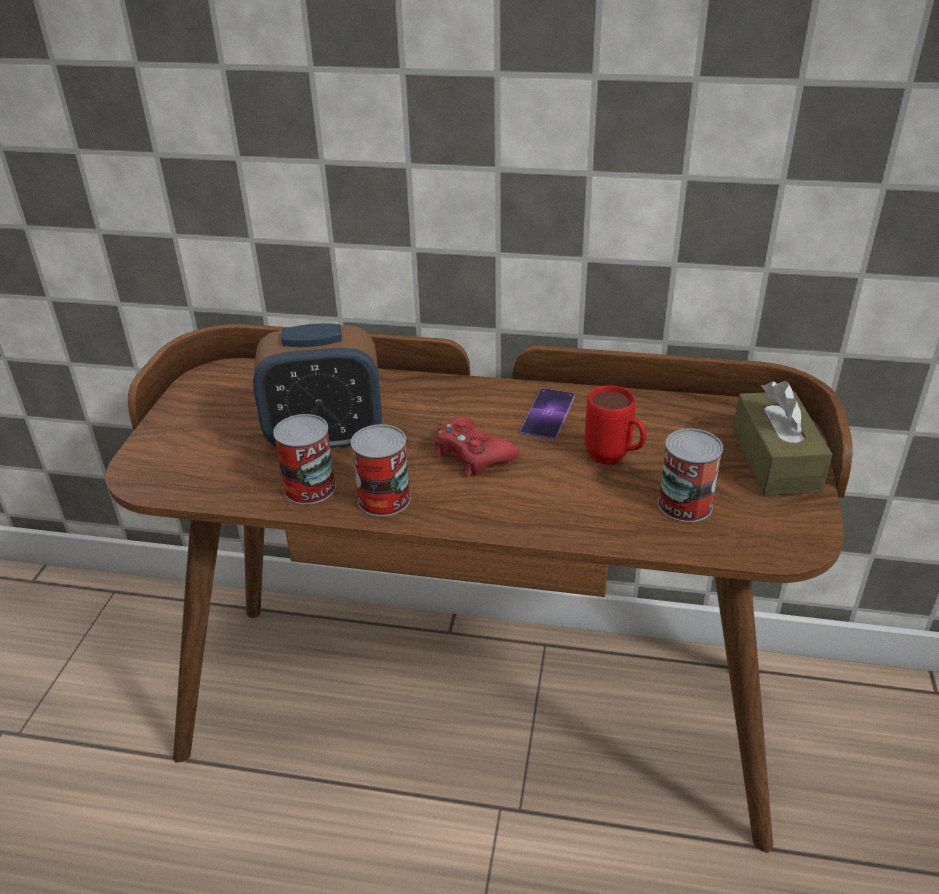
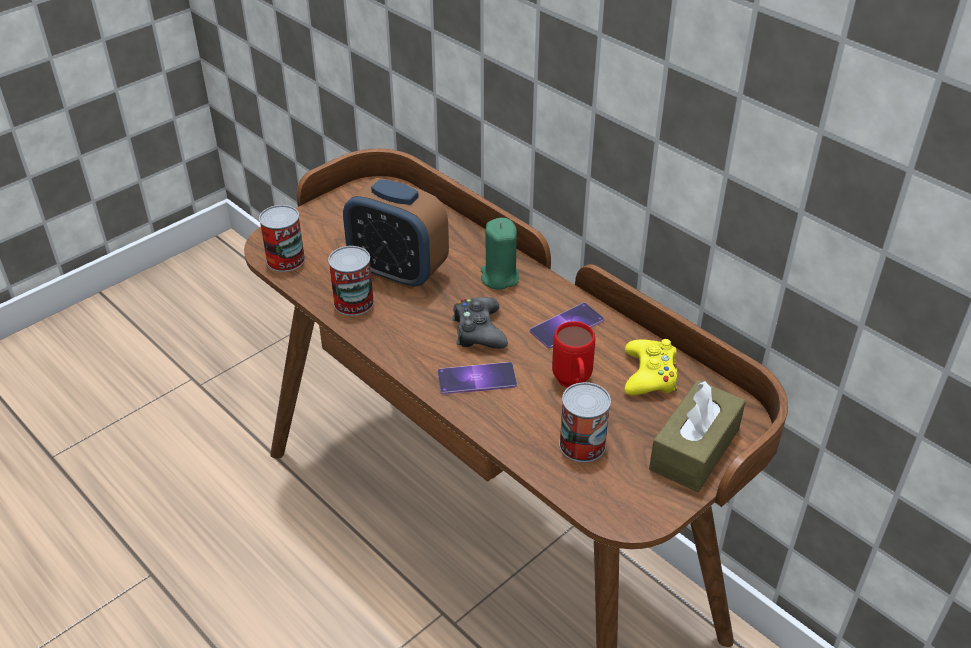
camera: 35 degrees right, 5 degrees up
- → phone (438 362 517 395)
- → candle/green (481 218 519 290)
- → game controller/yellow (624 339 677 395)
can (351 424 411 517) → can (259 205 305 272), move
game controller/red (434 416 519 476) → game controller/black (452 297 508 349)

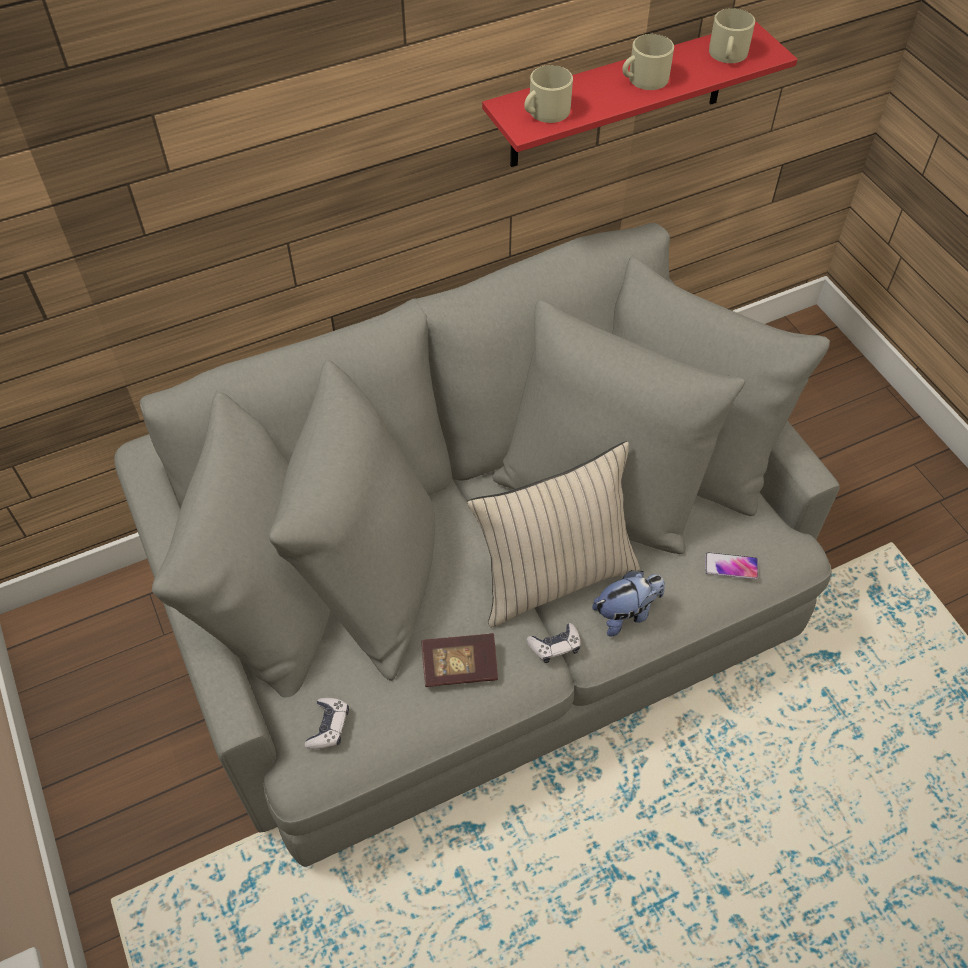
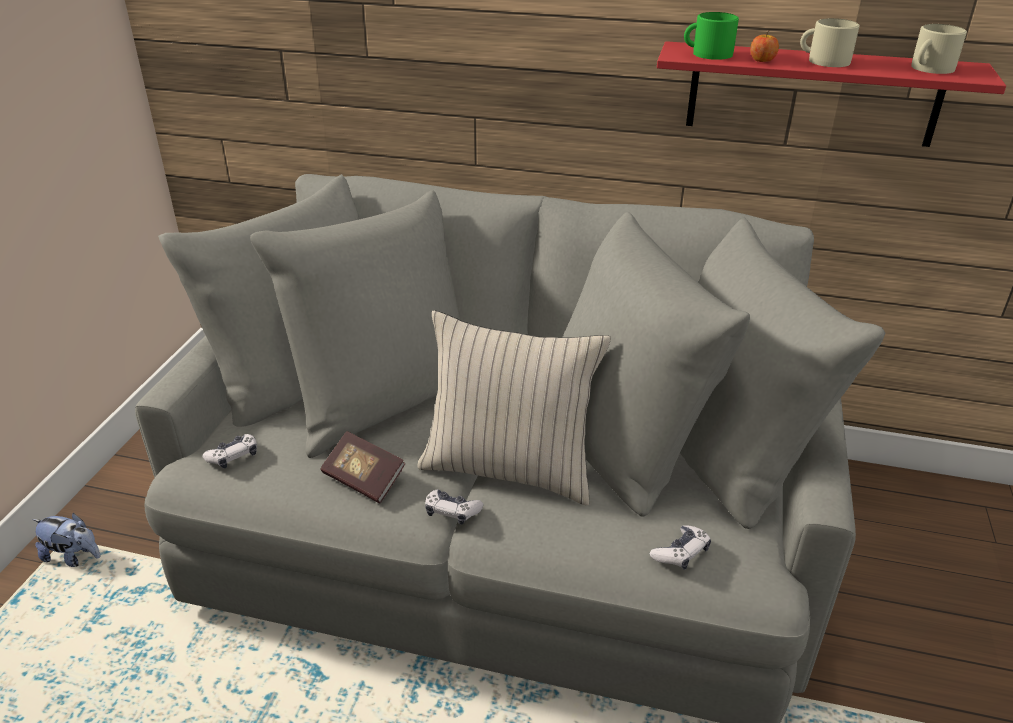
camera: 40 degrees right, 20 degrees down
- → apple (750 30 779 62)
plush toy (592 570 665 636) → plush toy (32 513 101 567), move
phone (705 552 758 579) → game controller (650 525 711 570)
mug/beige (524 65 573 123) → mug/green (684 12 739 60)

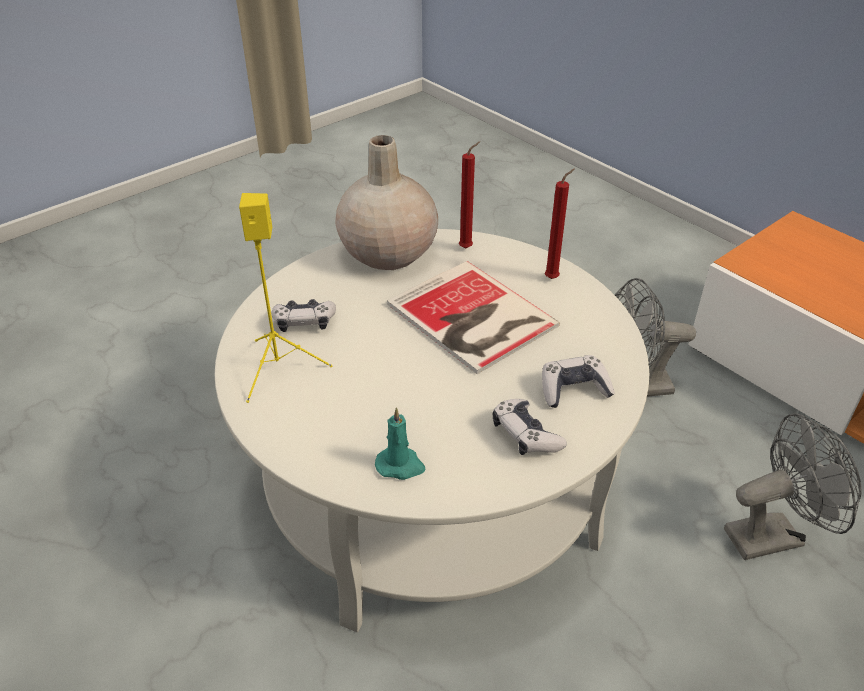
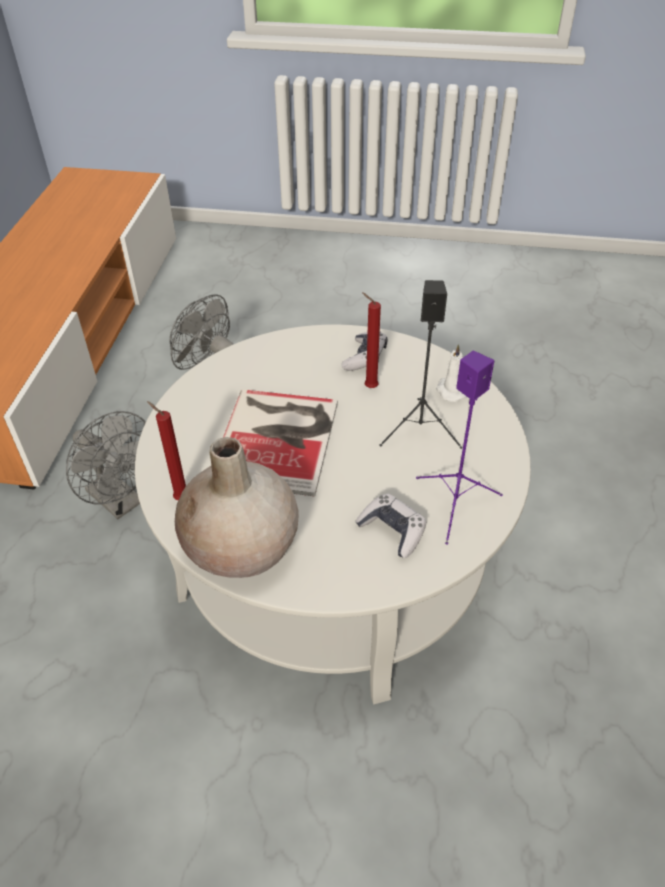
camera: 130 degrees left, 5 degrees up
game controller (542 355 615 408) → -
- → speaker/black (380 280 462 449)
candle/red (545 169 575 279) → candle/red (363 293 381 388), move
speaker/yellow (239 193 332 403) → speaker/purple (416 350 503 545)
candle/turquoise (375 407 426 480) → candle/white (436 344 467 402)

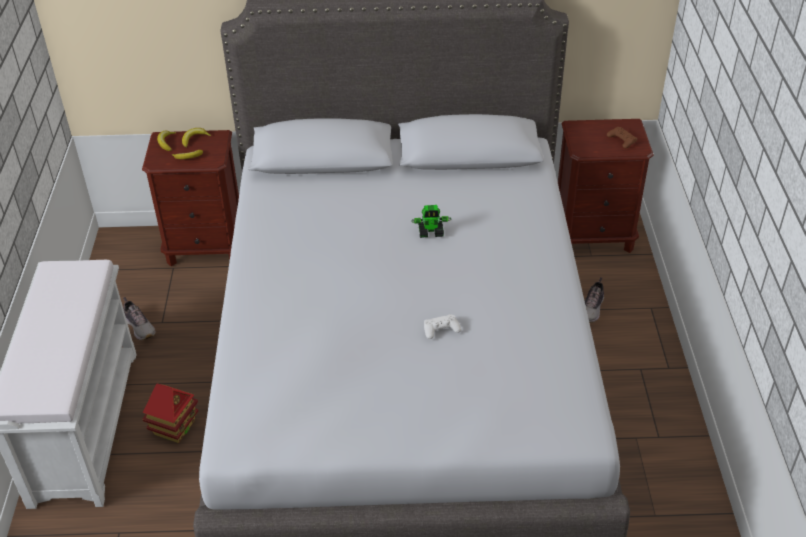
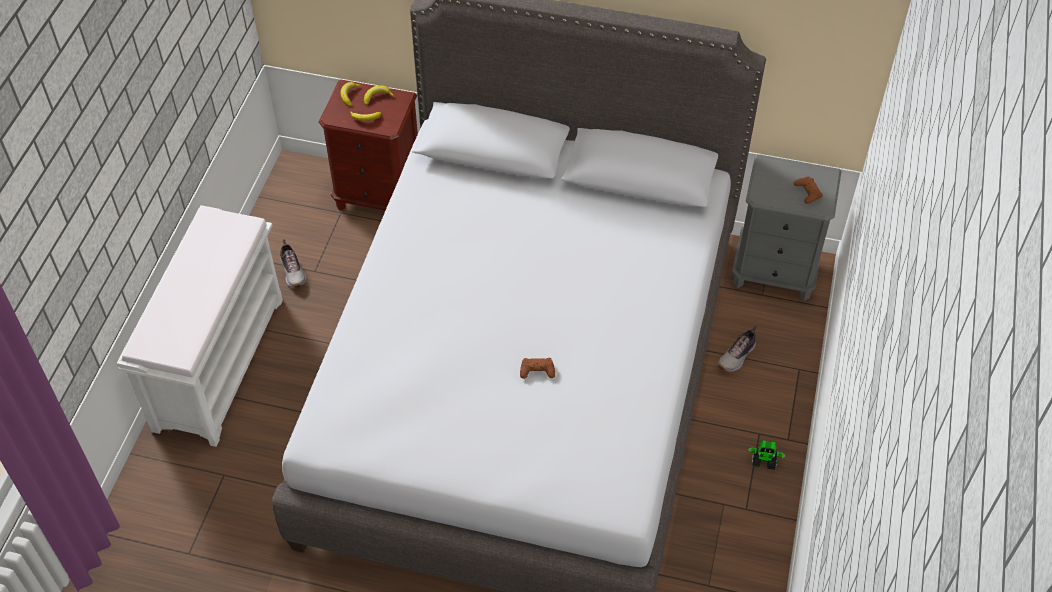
camera: 15 degrees right, 10 degrees up
toy house (142 384 198 443) → -
toy robot (411 205 451 238) → toy robot (747 440 786 470), move
game controller/white (424 314 461 339) → game controller/brown (520 358 555 379)
nightstand/brown (558 119 654 253) → nightstand/grey (732 154 842 301)

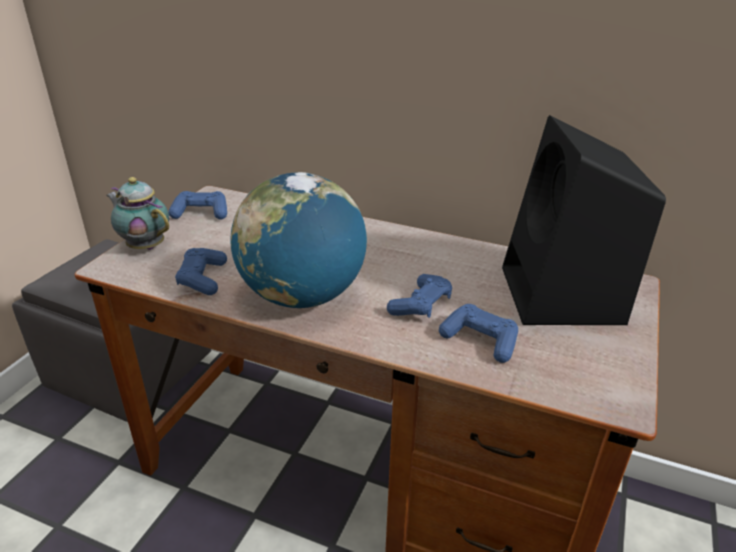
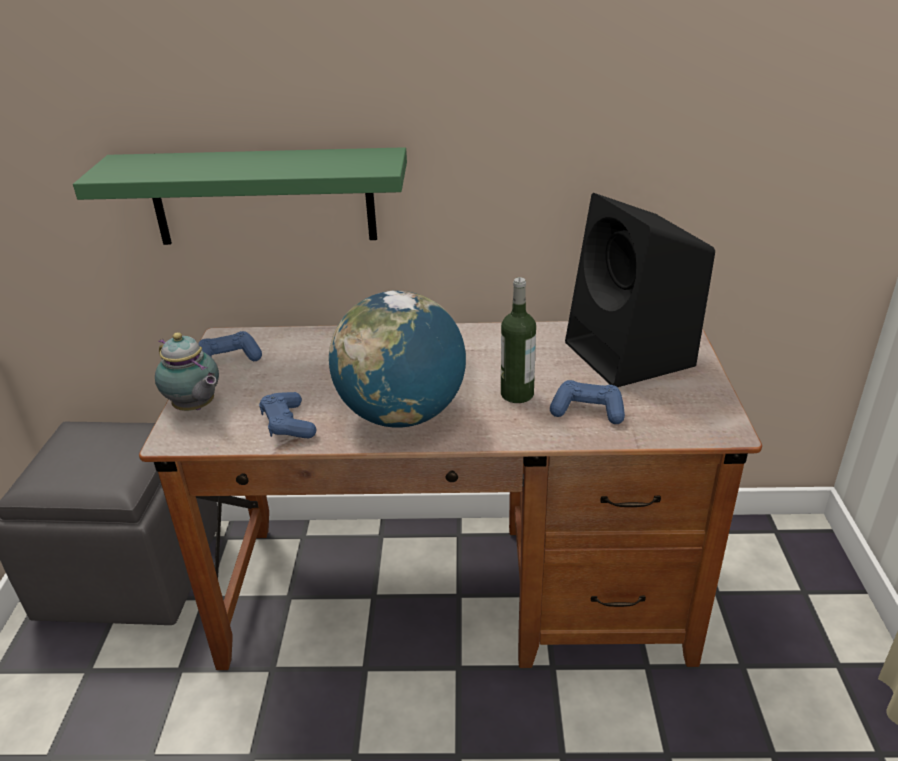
camera: 20 degrees left, 0 degrees up
- → shelf/green (73 147 407 245)
game controller/blue (387 274 452 318) → bottle (501 277 536 403)
teapot (106 177 169 250) → teapot (155 332 219 411), 150 degrees counterclockwise

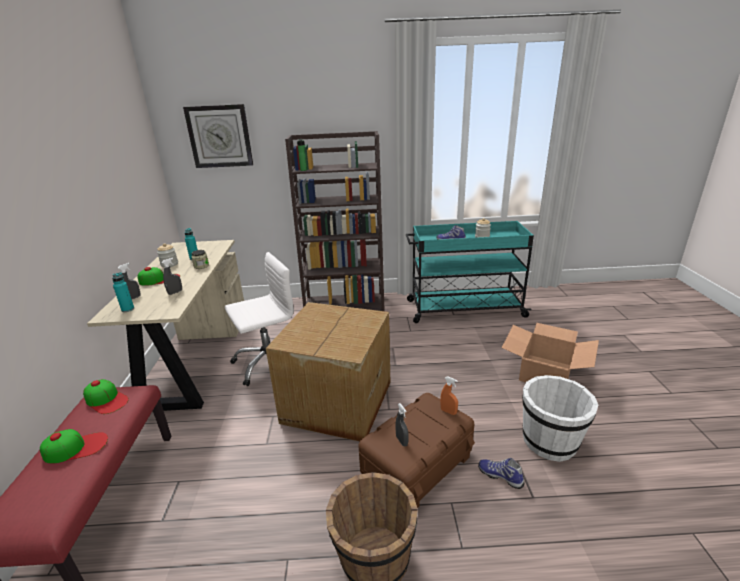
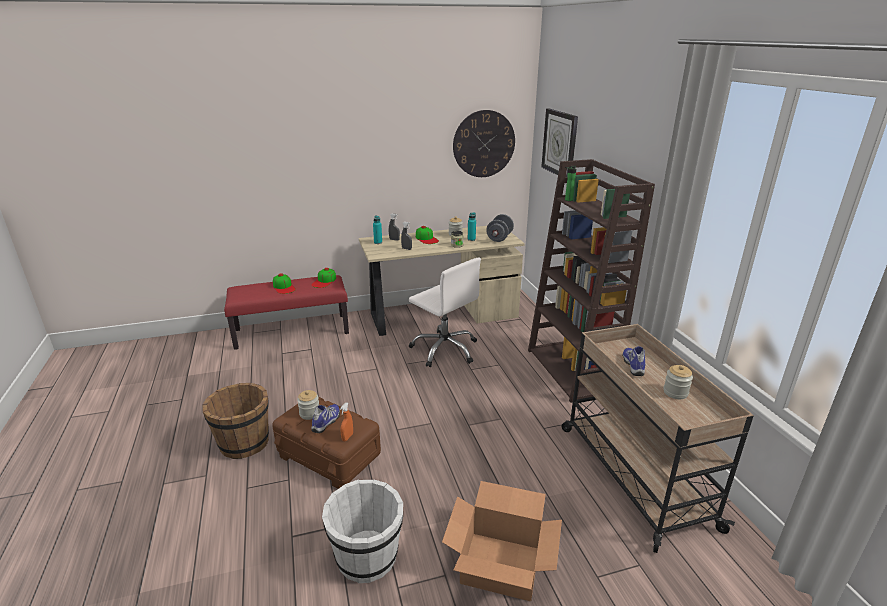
camera: 75 degrees right, 0 degrees up
cardboard box (266 302 390 441) → -
- → wall clock (453 110 515 177)
- → dumbbell/grey (486 214 514 242)
shoe (478 458 525 489) → shoe (311 404 340 433), move
spray bottle/grey (396 403 409 446) → jar (297 390 319 420)
cart/turquoise (406 221 534 323) → cart/beige (561 324 754 553)

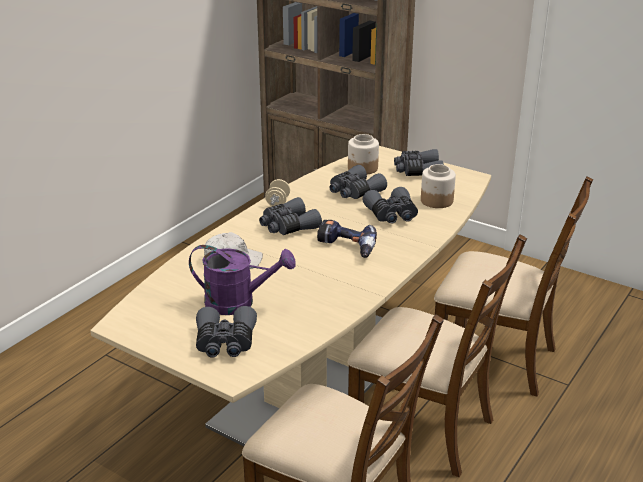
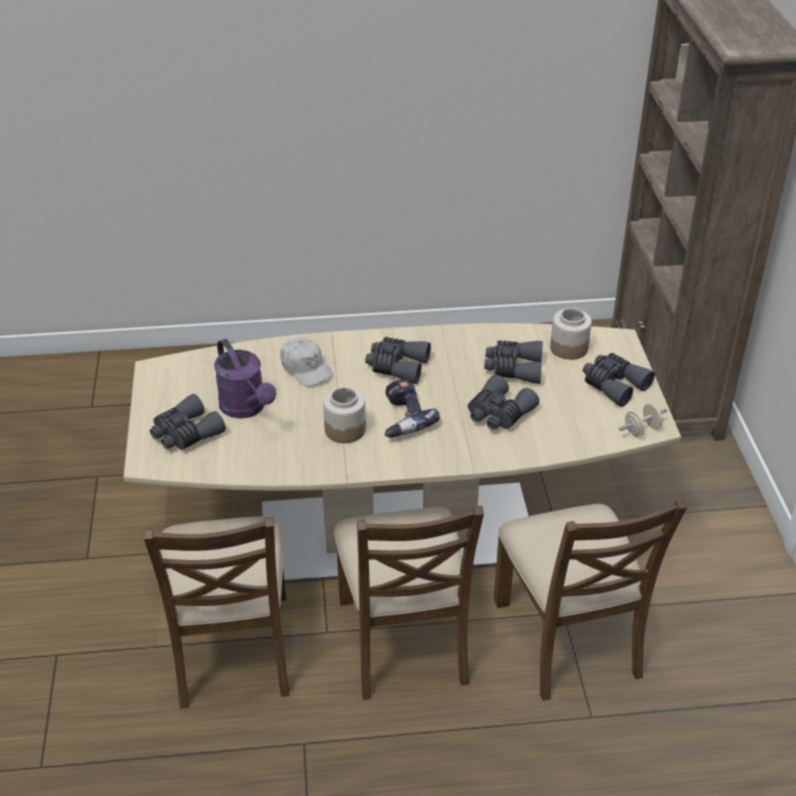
camera: 50 degrees right, 10 degrees up
dumbbell/beige (265 179 290 206) → dumbbell/beige (619 403 667 437), move
jar (421 164 456 208) → jar (323 387 366 443), move

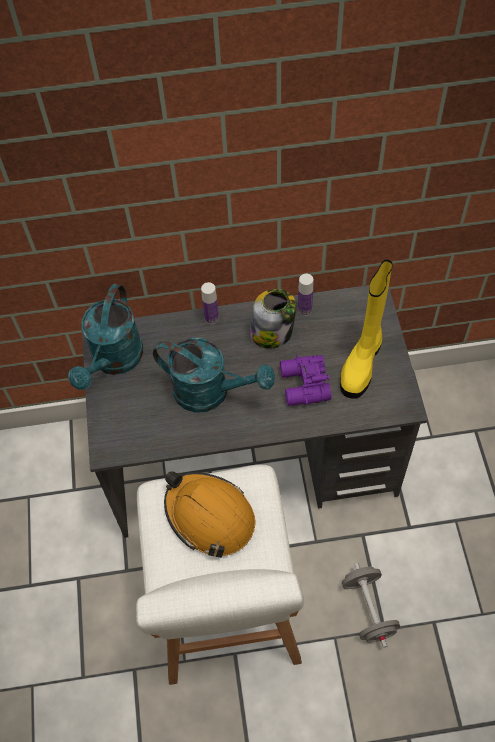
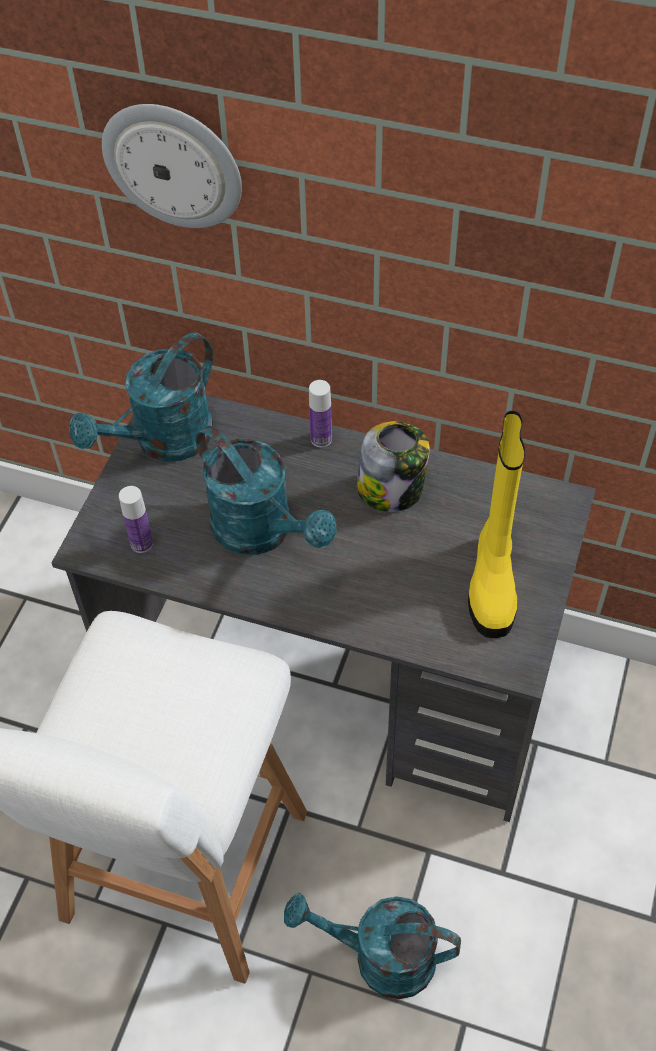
camera: 25 degrees right, 5 degrees down
hard hat/orange (164 471 255 558) → -
binoculars/purple (280 355 332 406) → -
- → wall clock (102 104 242 228)
bottle (298 274 313 316) → bottle (119 486 153 553), move
dumbbell/grey (342 563 400 648) → watering can/turquoise (284 893 461 999)
boot/yellow (340 259 393 399) → boot/yellow (468 411 525 638), 45 degrees counterclockwise

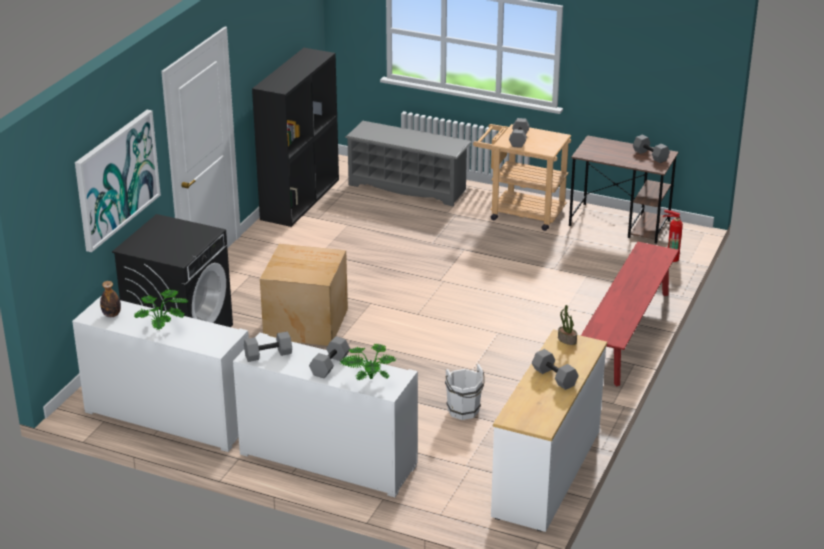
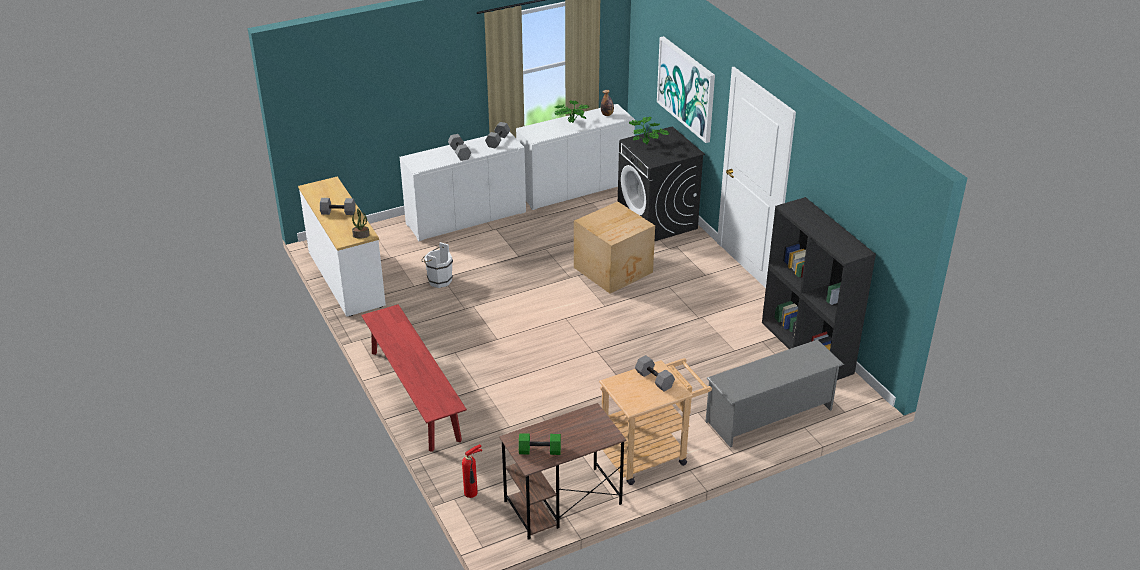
camera: 130 degrees right, 5 degrees up
potted plant (340 343 396 380) → potted plant (629 117 669 145), move
dumbbell/grey (633 135 670 163) → dumbbell/green (519 433 561 455)

